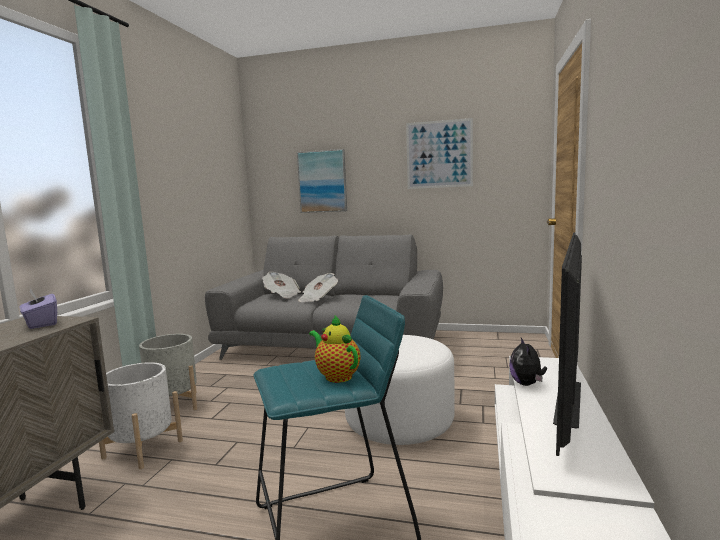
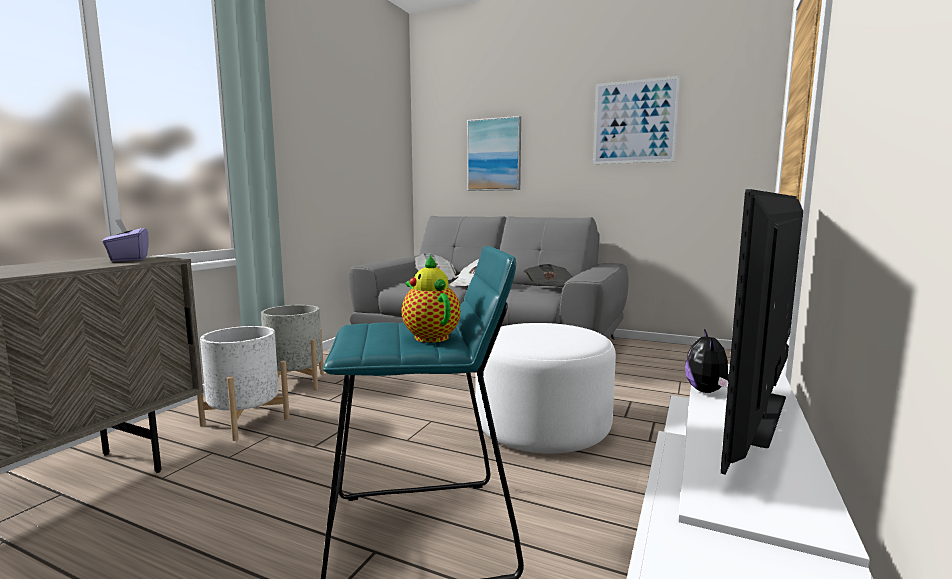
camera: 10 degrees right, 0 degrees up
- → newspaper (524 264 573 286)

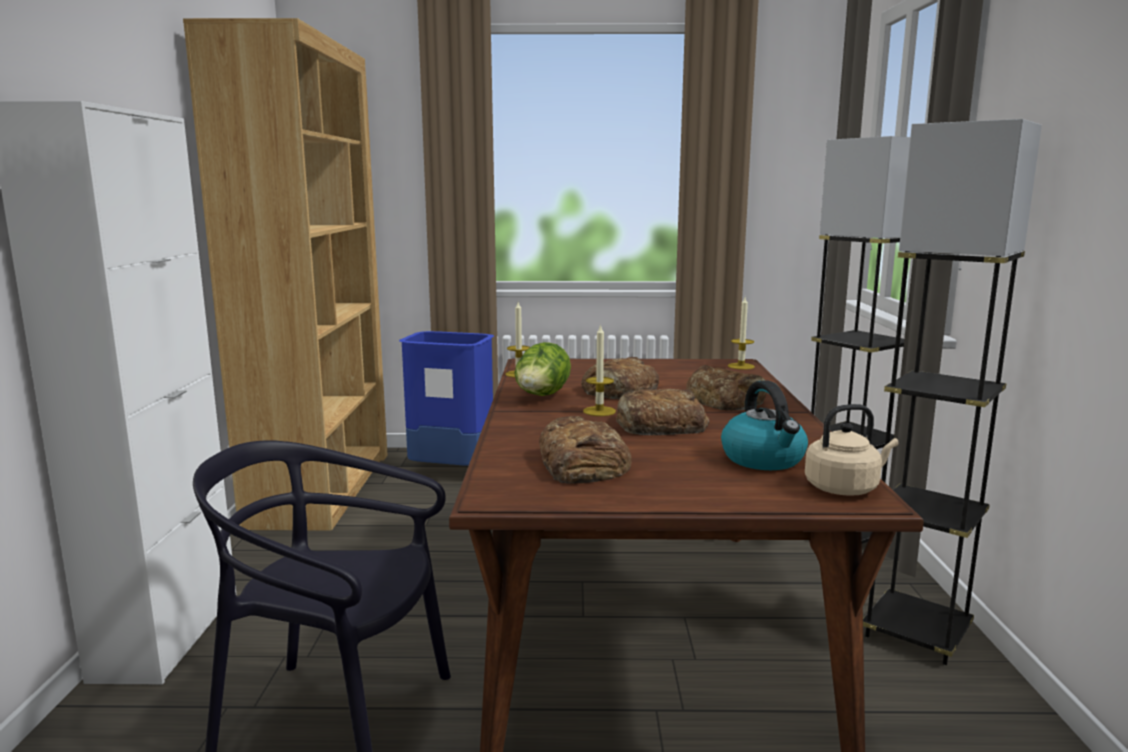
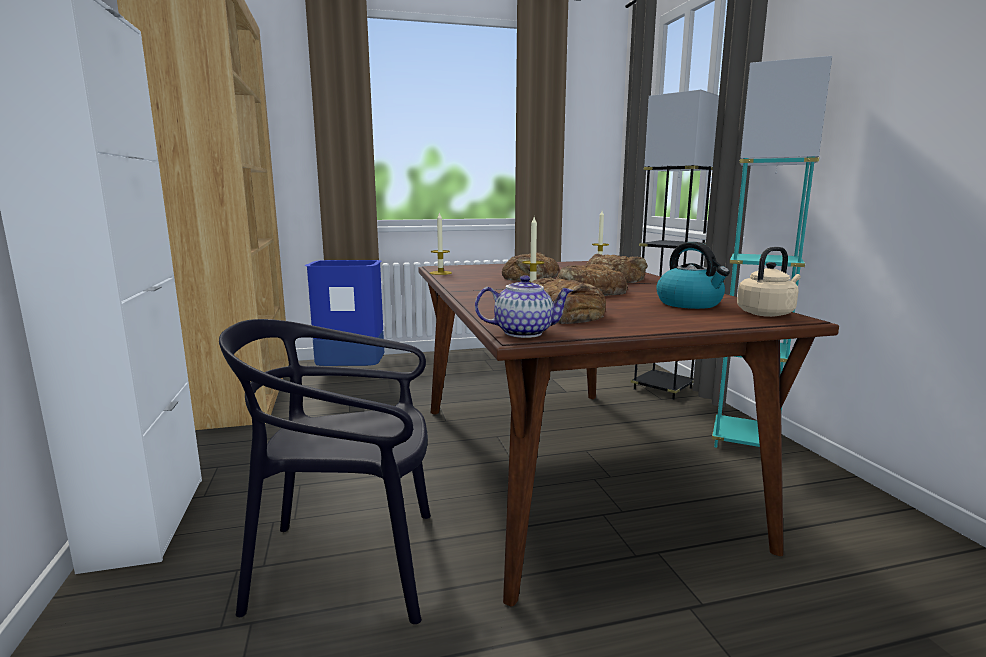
camera: 15 degrees left, 0 degrees up
lettuce (514 342 571 396) → -
- → teapot (475 275 574 338)
floor lamp/grey (863 119 1042 665) → floor lamp/turquoise (712 56 832 448)

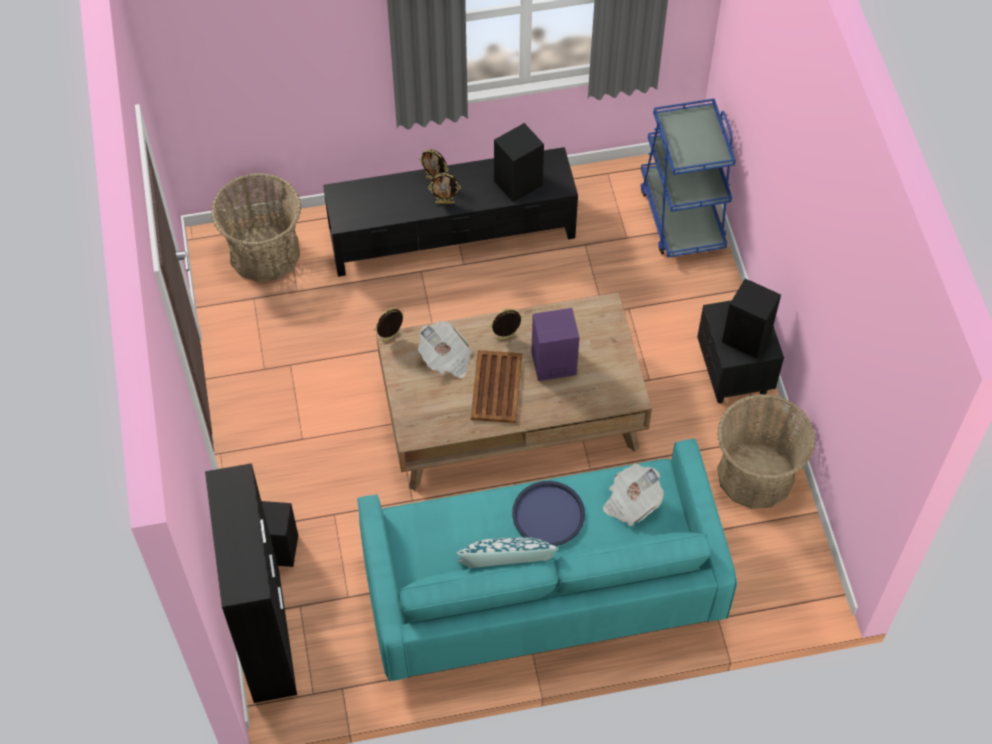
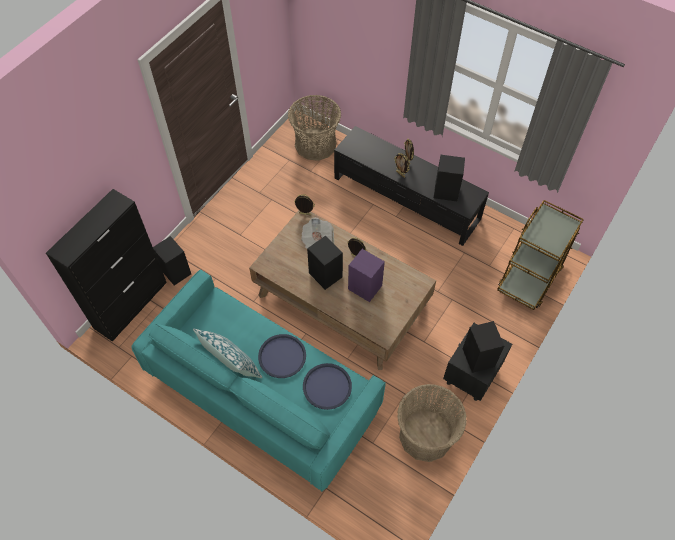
camera: 45 degrees right, 0 degrees up
tray/brown (471 350 522 423) → speaker/black (307 236 343 290)
newspaper (603 464 664 526) → tray/blue (303 363 352 410)
cart/blue (640 98 736 257) → cart/brown (497 200 584 310)

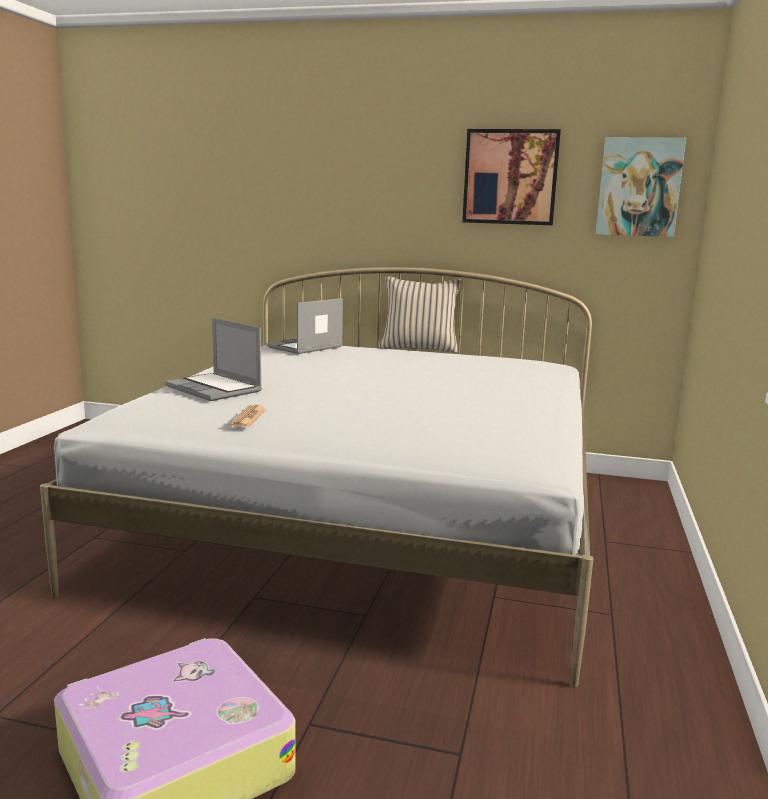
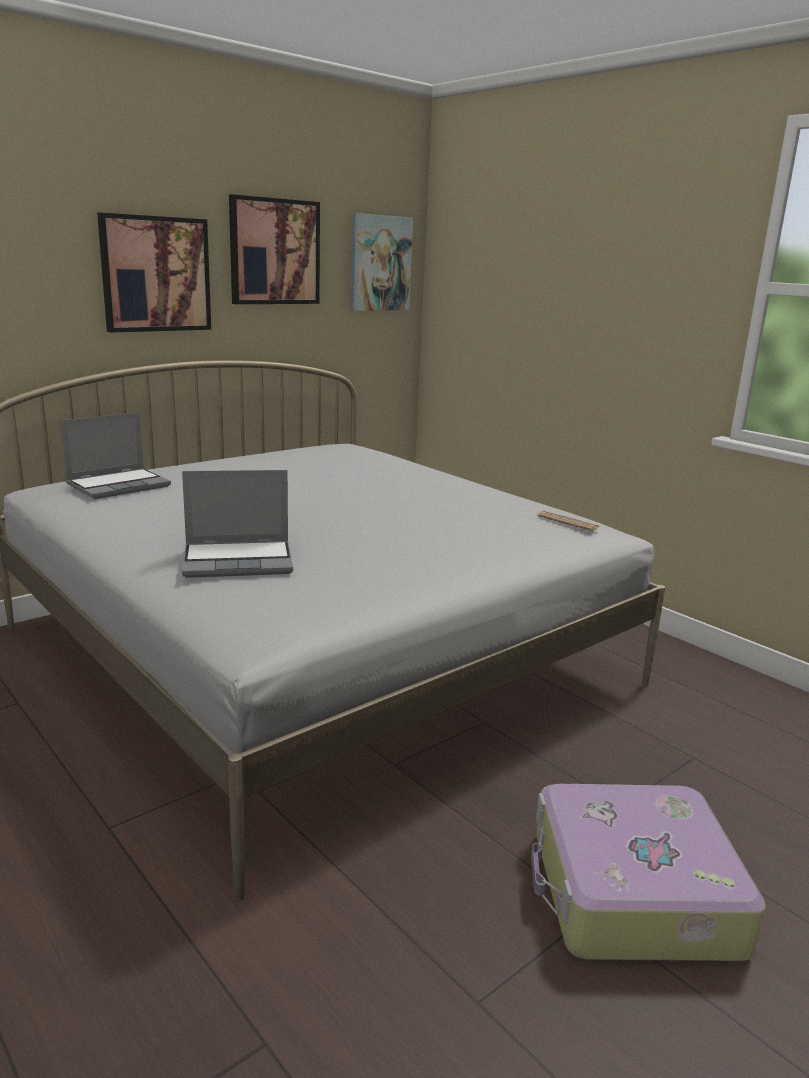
camera: 55 degrees left, 5 degrees up
pillow/beige (379 276 462 353) → -
- → picture (97 213 211 333)
newspaper (229 405 267 427) → newspaper (537 511 601 531), move
laptop (267 298 343 354) → laptop (61 412 171 499), 120 degrees counterclockwise

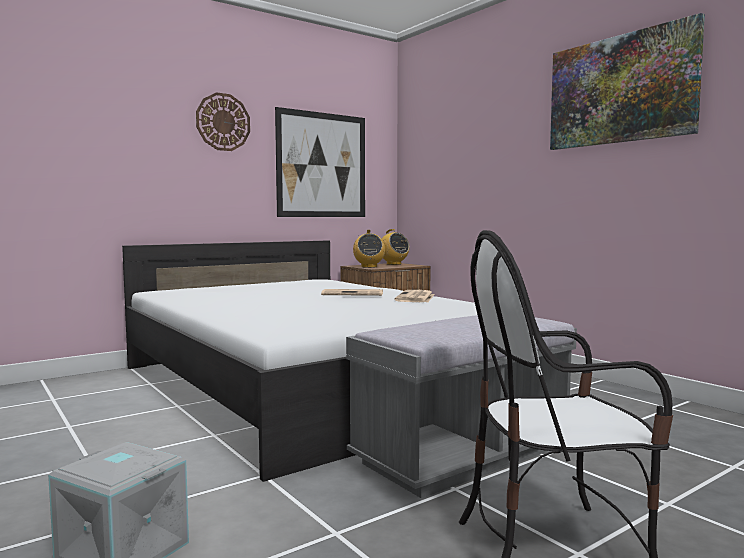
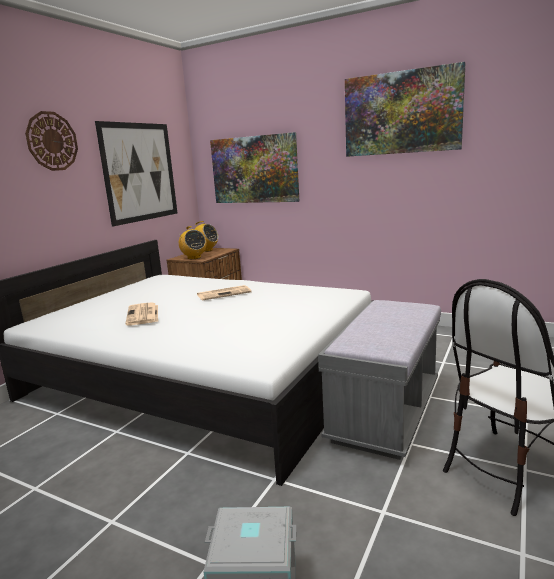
camera: 25 degrees left, 10 degrees up
- → picture (210 132 299 203)
newspaper (394 290 435 302) → newspaper (125 302 158 325), move

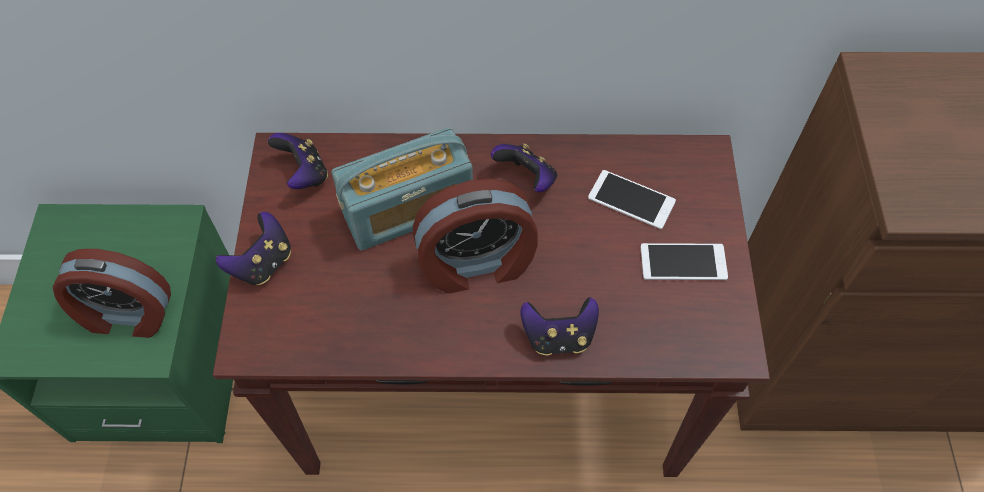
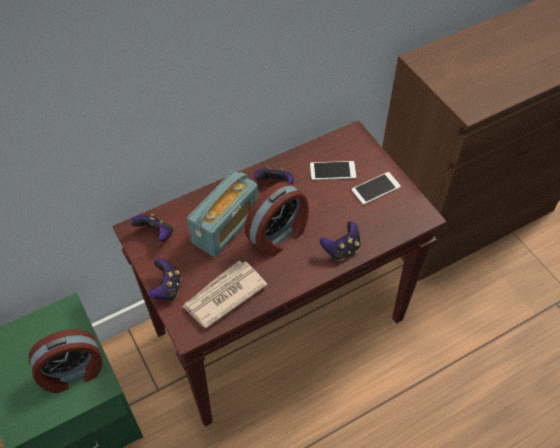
camera: 30 degrees left, 5 degrees down
- → newspaper (182 261 268 329)

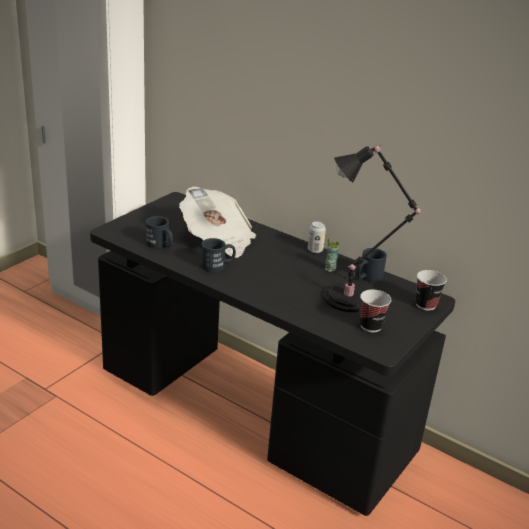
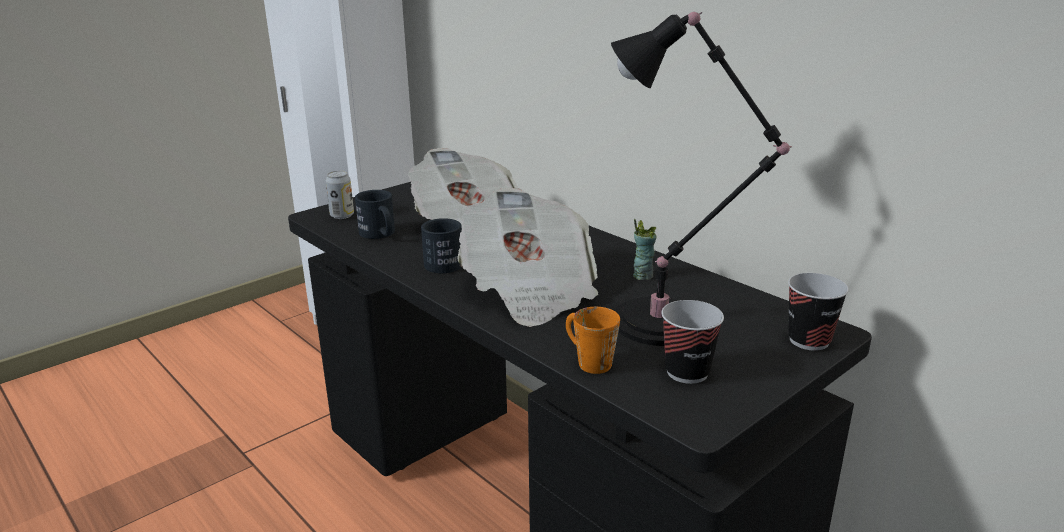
camera: 15 degrees right, 5 degrees down
mug/black (357 248 387 282) → -
- → newspaper (457 188 598 327)
- → mug/orange (566 307 620 374)
can (308 221 326 253) → can (325 171 354 219), move

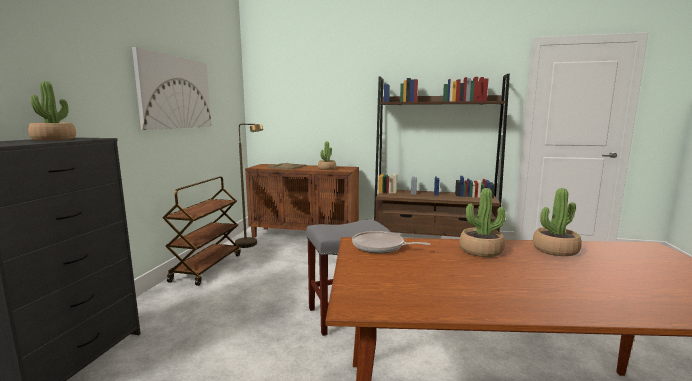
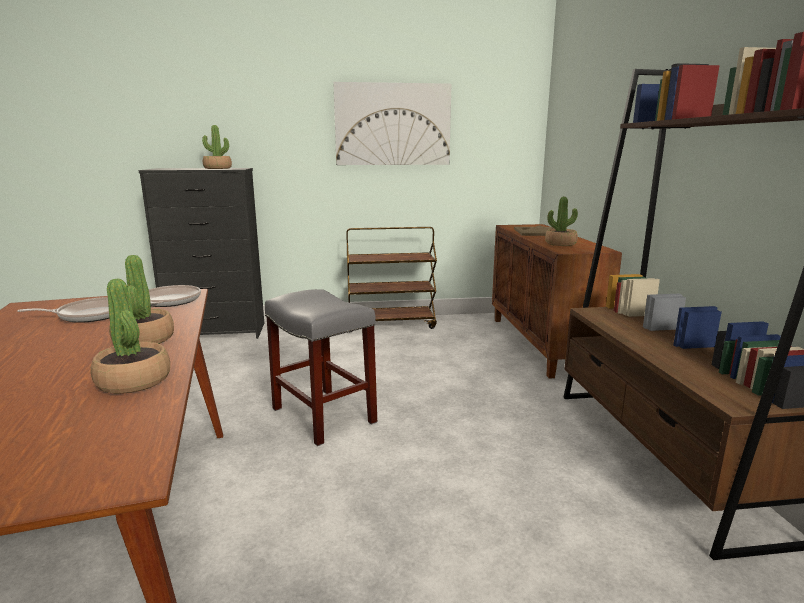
camera: 70 degrees right, 5 degrees up
floor lamp/brown (235 124 263 248) → -
- → frying pan (17 297 109 323)

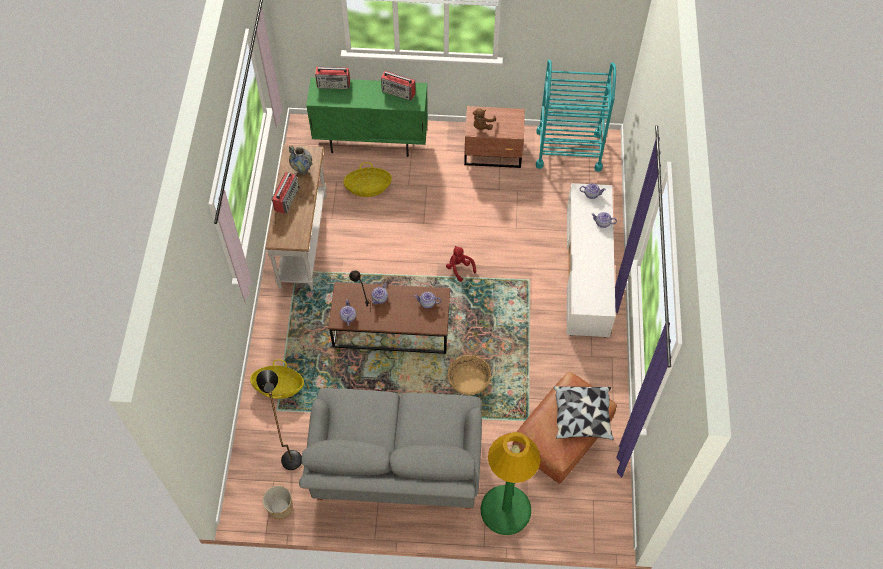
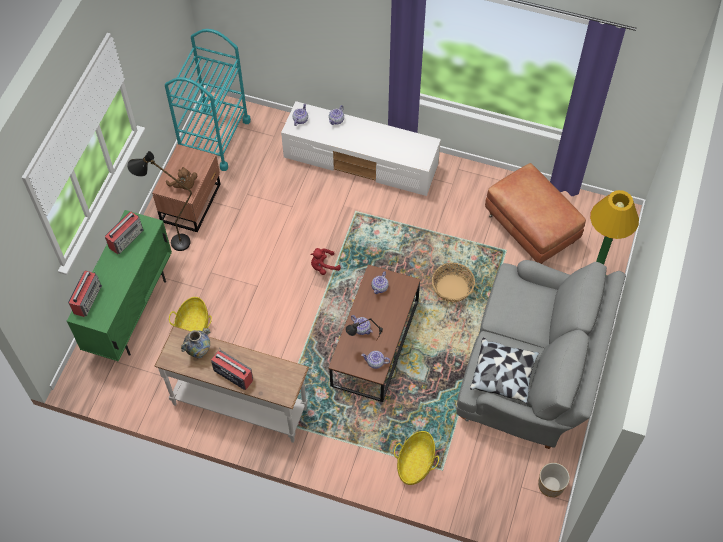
camera: 75 degrees left, 0 degrees up
floor lamp/black (256 370 302 470) → floor lamp/black (127 151 192 251), move
pillow (553 386 613 440) → pillow (470 338 539 403), move

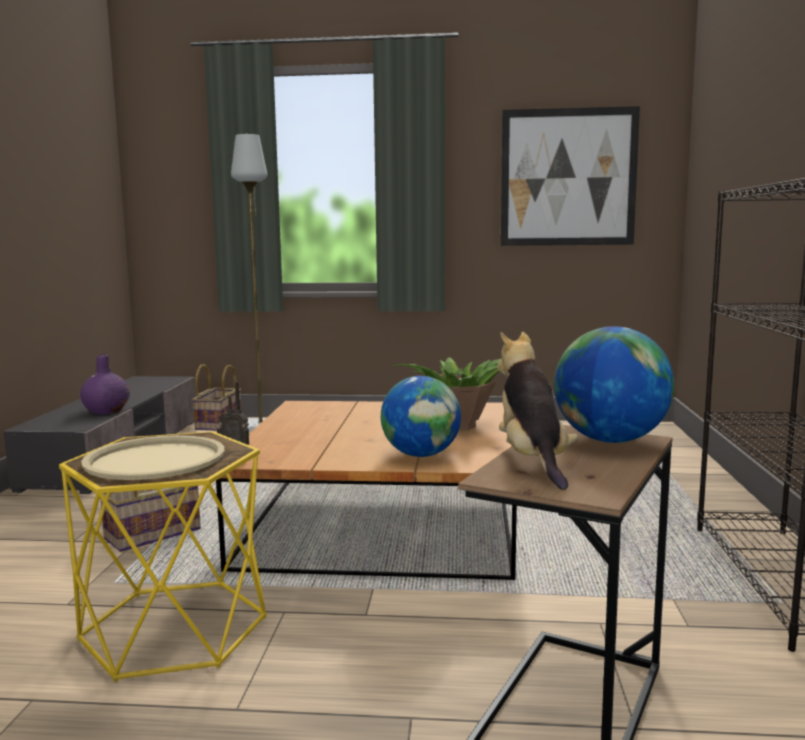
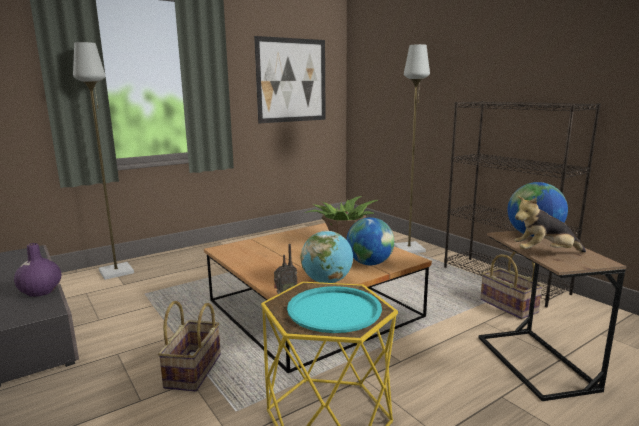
camera: 40 degrees left, 5 degrees up
- → globe (301 231 353 283)
- → floor lamp/grey (394 44 430 253)
basket (192 364 242 431) → basket (480 252 543 319), move
tray/beige (81 435 225 480) → tray/turquoise (287 286 382 333)
plush toy (497 332 578 490) → plush toy (515 196 586 252), 45 degrees counterclockwise

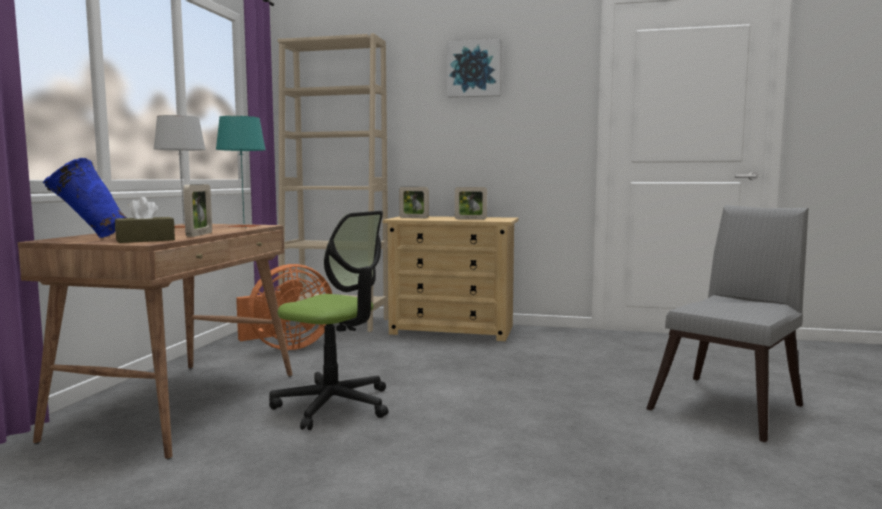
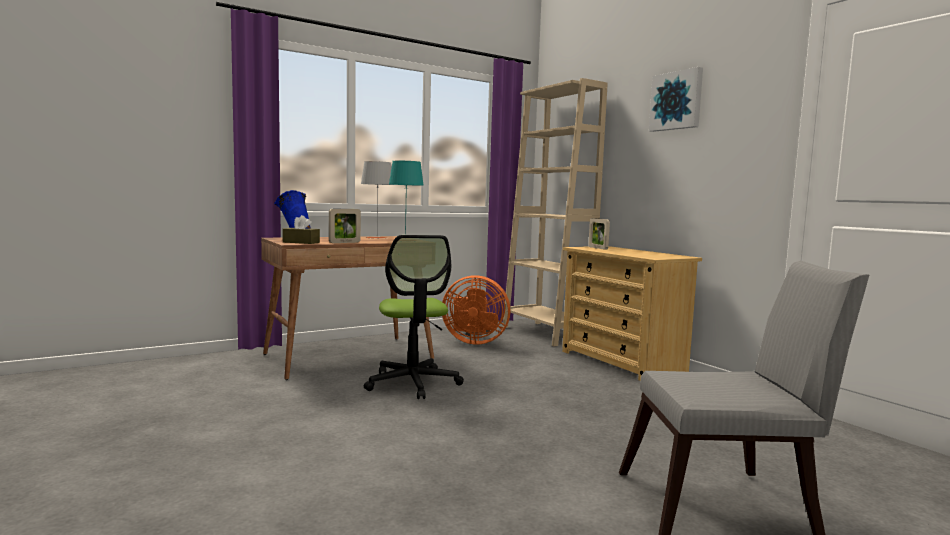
camera: 45 degrees right, 0 degrees up
picture frame (455 187 487 219) → -

